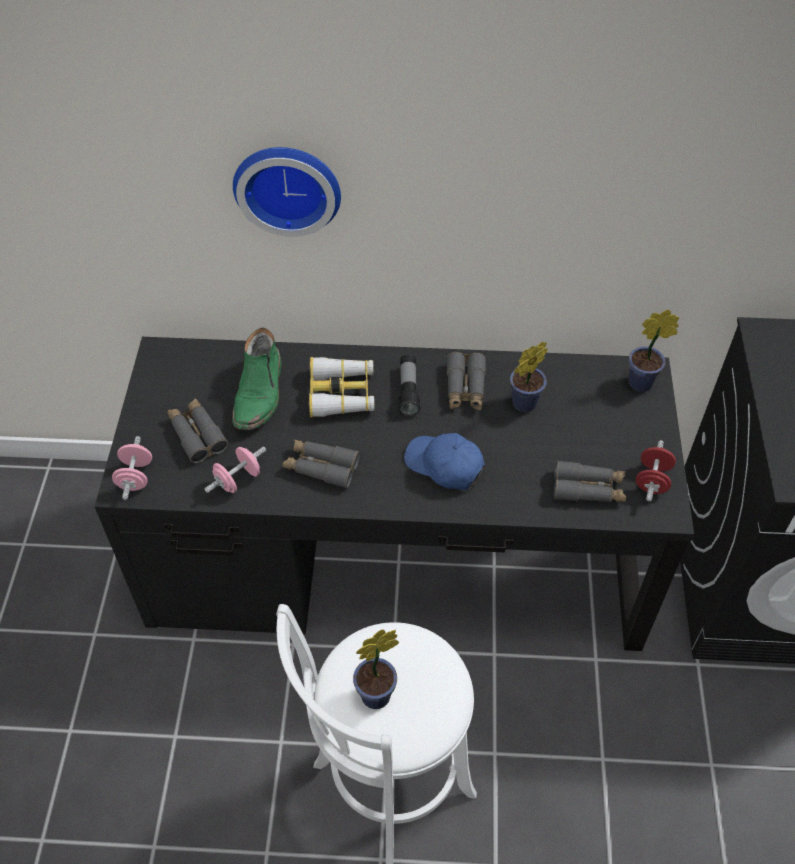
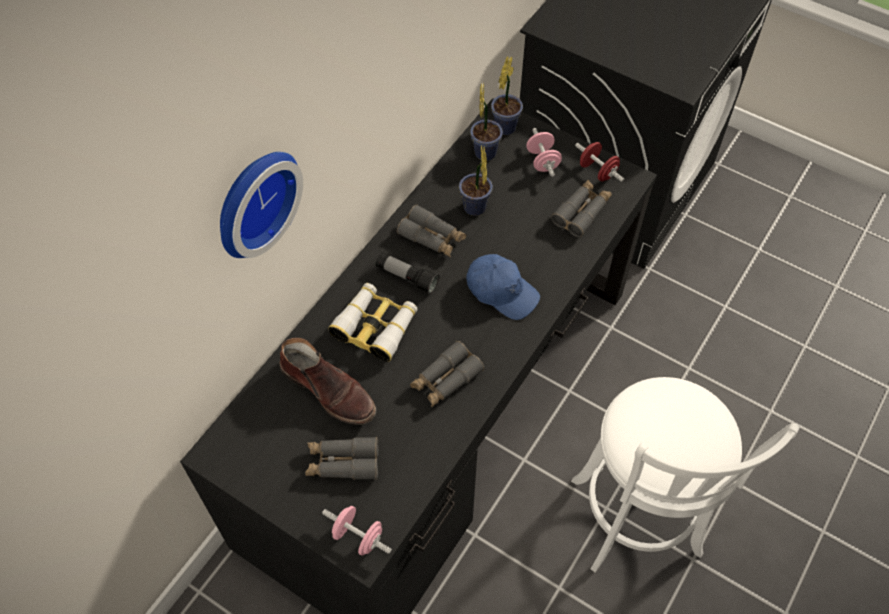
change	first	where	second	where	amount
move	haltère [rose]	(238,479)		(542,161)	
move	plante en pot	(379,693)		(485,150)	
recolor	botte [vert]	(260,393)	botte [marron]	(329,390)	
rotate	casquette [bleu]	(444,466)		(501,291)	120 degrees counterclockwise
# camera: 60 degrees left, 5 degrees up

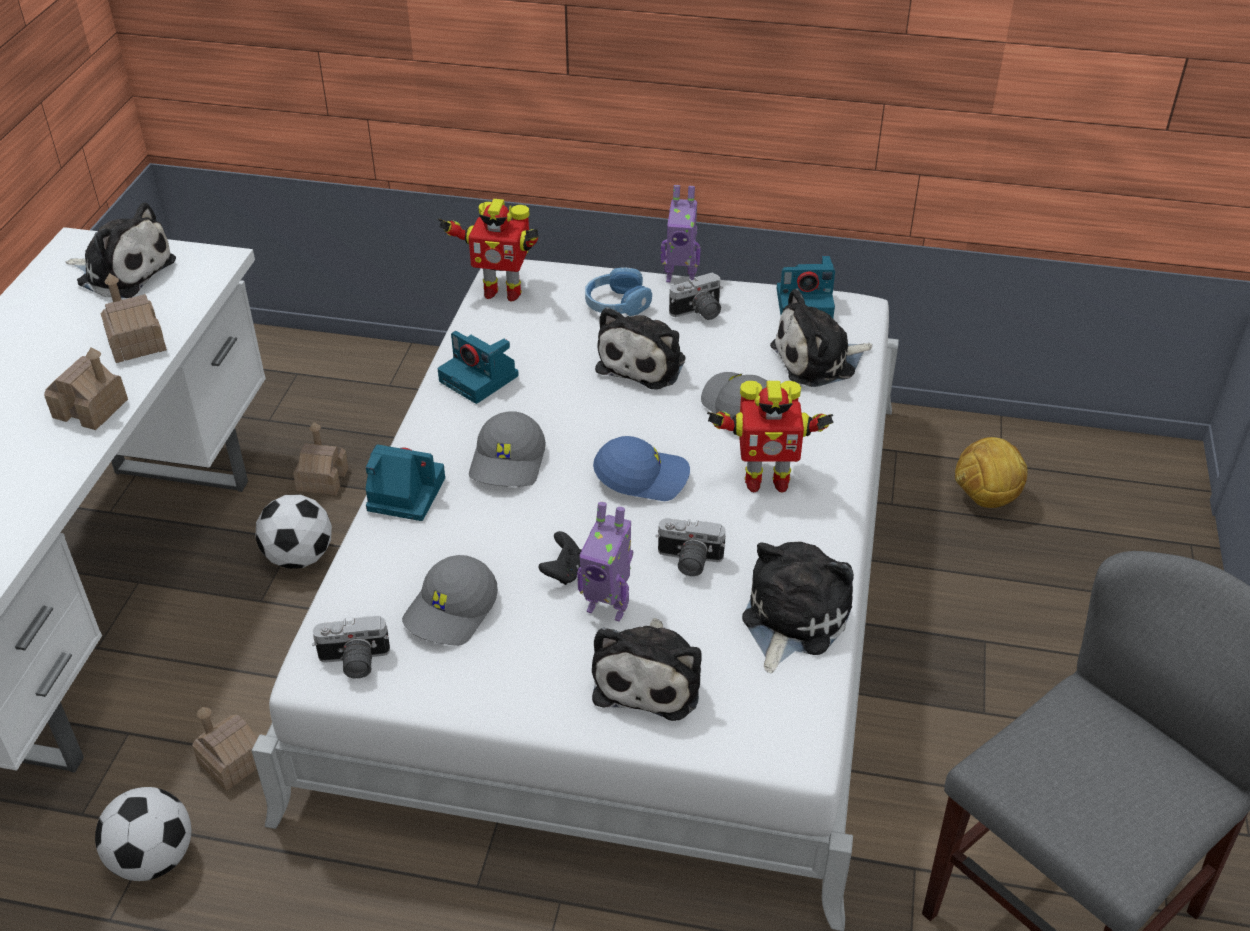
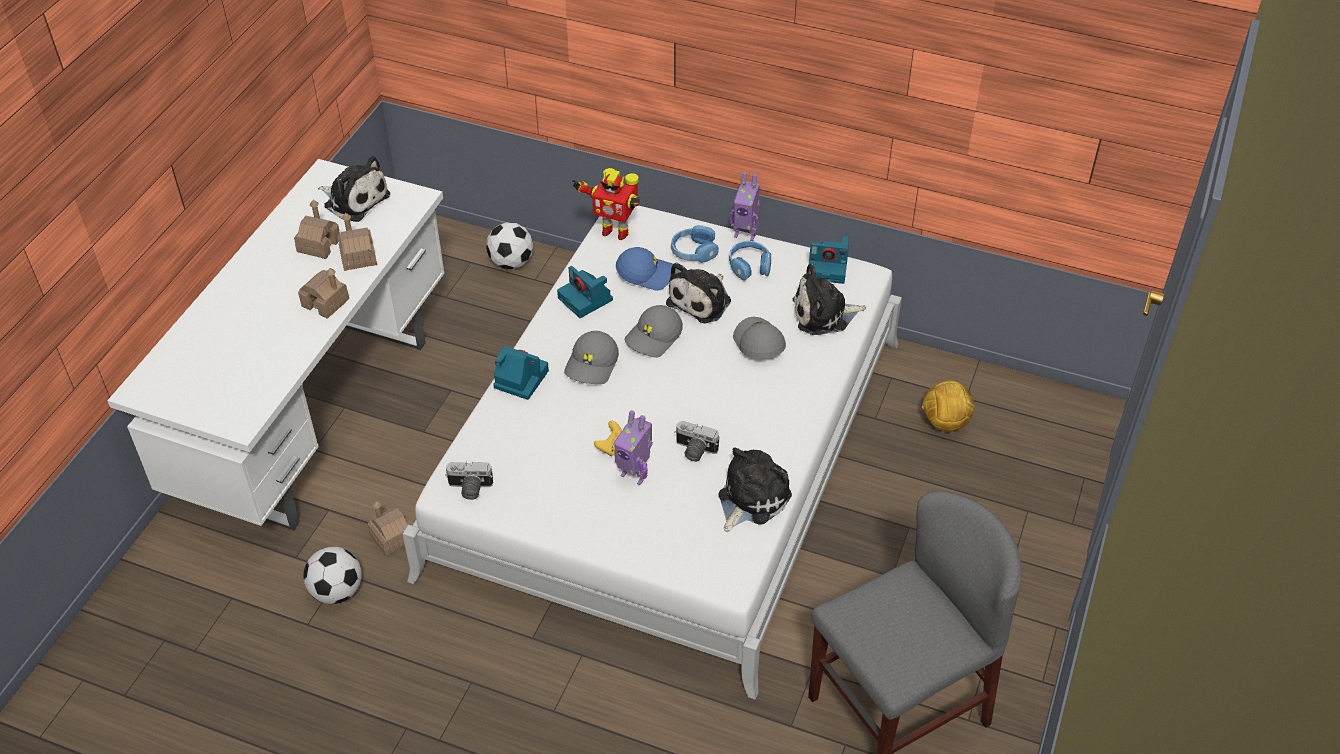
change	first	where	second	where	amount
delete	peluche	(650,677)			
delete	robot jouet	(765,480)			
move	ballon de foot	(299,557)		(511,262)	
move	maison miniature	(322,479)		(319,245)	
move	casquette [gris]	(452,611)		(654,338)	
move	casquette [bleu]	(642,476)		(646,273)	
replace	appareil photo	(698,313)	casque audio [bleu]	(749,266)	
recolor	manette [noir]	(563,572)	manette [jaune]	(611,447)	
# camera: 10 degrees right, 5 degrees up

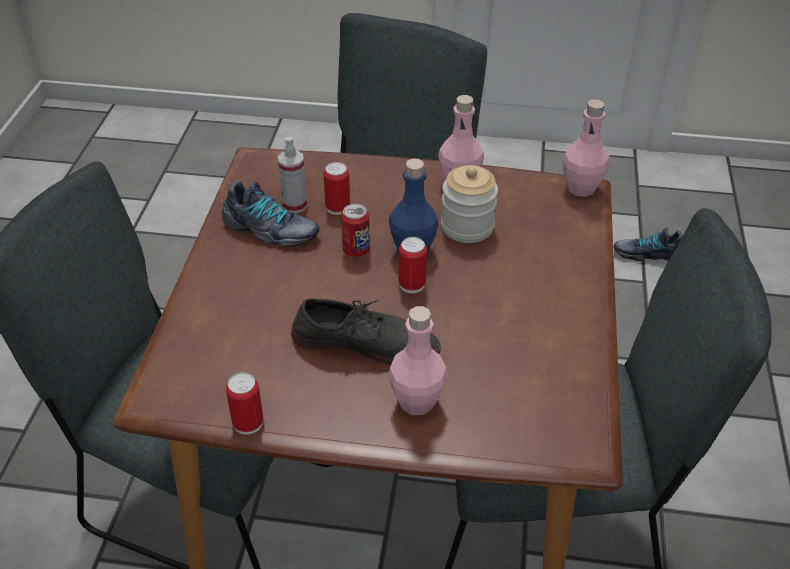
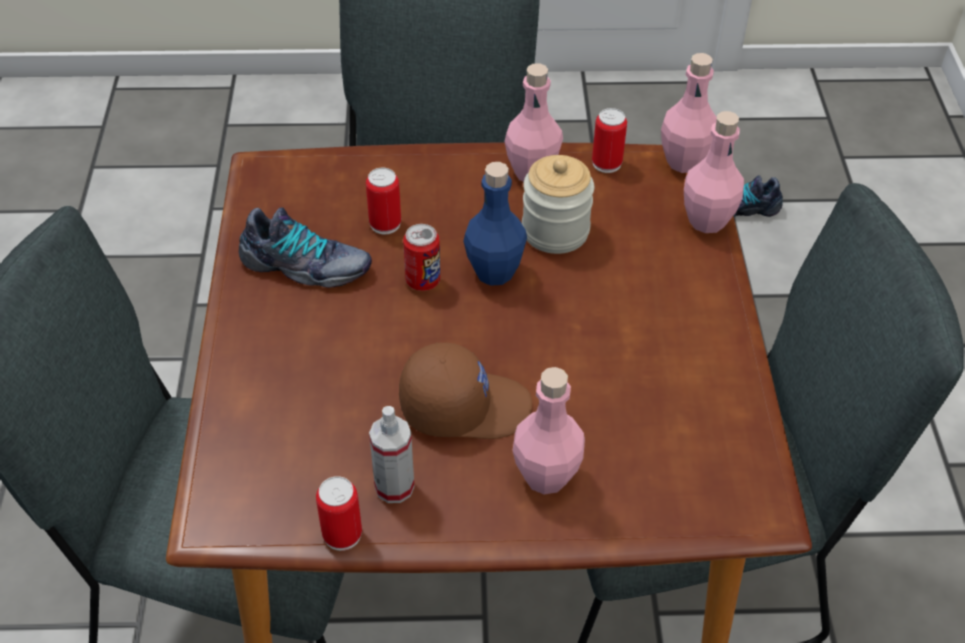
change	first	where	second	where	amount
insert			bouteille [rose]	(707,220)	
move	vaporisateur	(294,205)		(394,487)	
move	boîte métallique	(412,284)		(606,163)	
replace	chaussure [gris]	(365,342)	casquette [marron]	(464,405)	
# camera: 10 degrees left, 5 degrees up

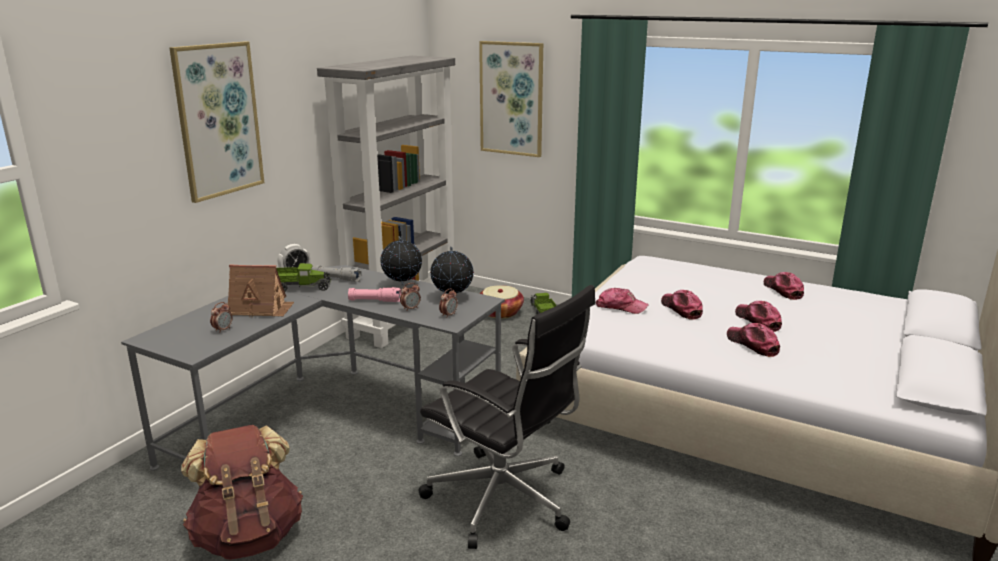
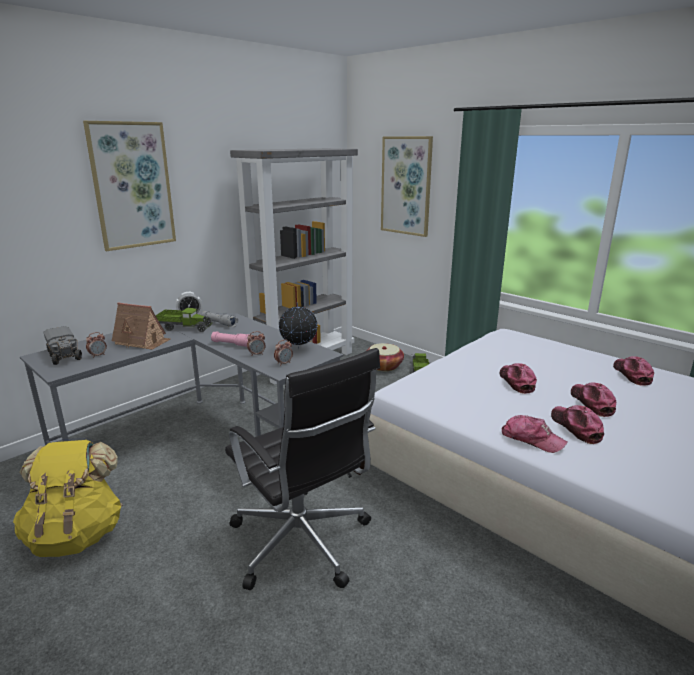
change	first	where	second	where	amount
delete	globe	(402,285)			
insert			camion jouet	(64,355)	
move	casquette	(621,307)		(532,439)	
recolor	sac à dos [marron]	(248,535)	sac à dos [jaune]	(76,535)	
# camera: 15 degrees right, 0 degrees up

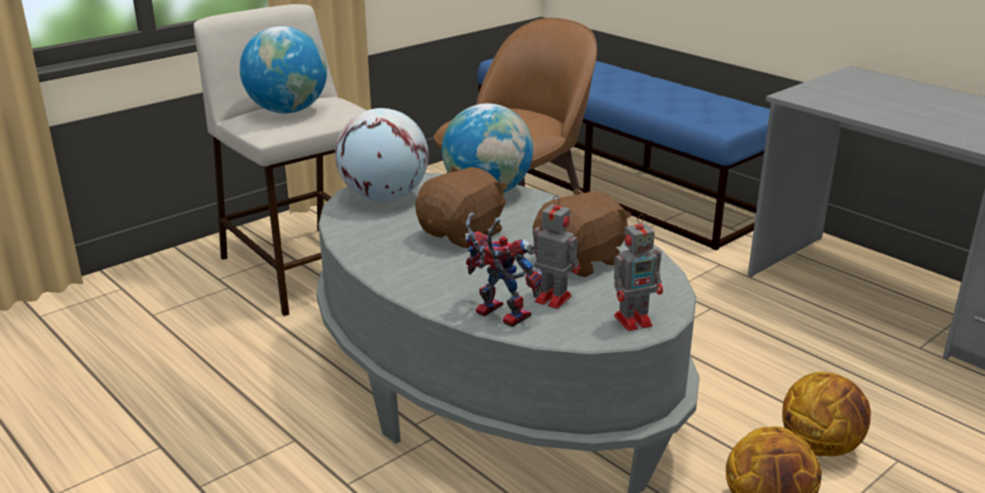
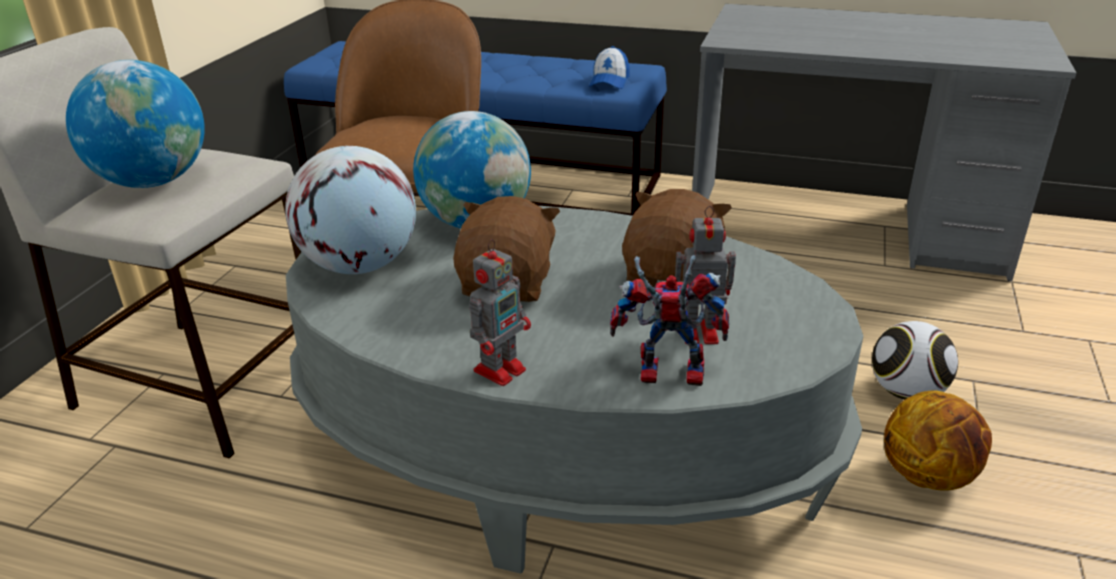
change	first	where	second	where	amount
insert			casquette	(609,81)	
move	robot jouet	(634,320)		(501,369)	
replace	ballon de basket	(821,446)	ballon de foot	(907,392)	
# camera: 30 degrees left, 5 degrees up

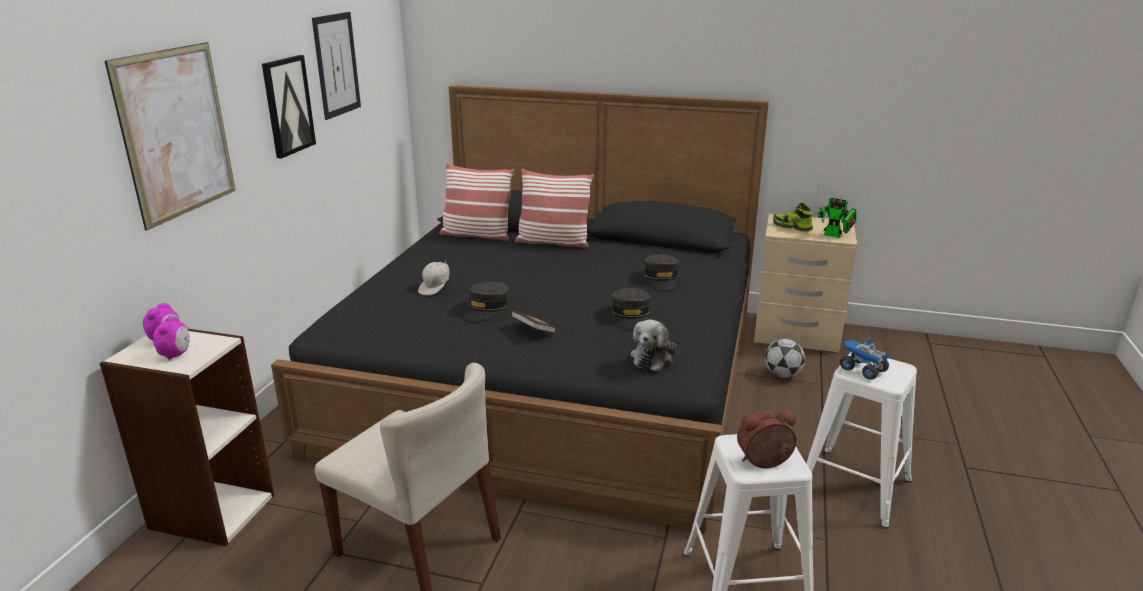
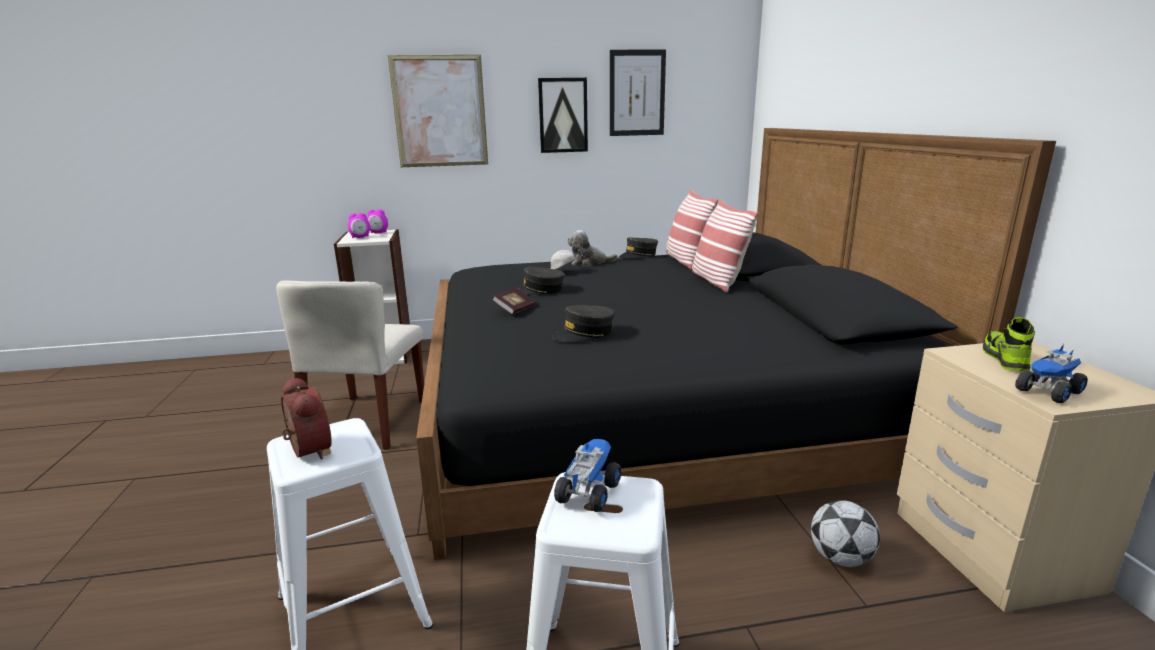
change	first	where	second	where	amount
move	peluche	(653,357)		(589,262)	
move	casquette [gris]	(661,279)		(638,255)	
replace	robot jouet	(835,235)	camion jouet	(1048,392)	
# camera: 65 degrees right, 5 degrees down

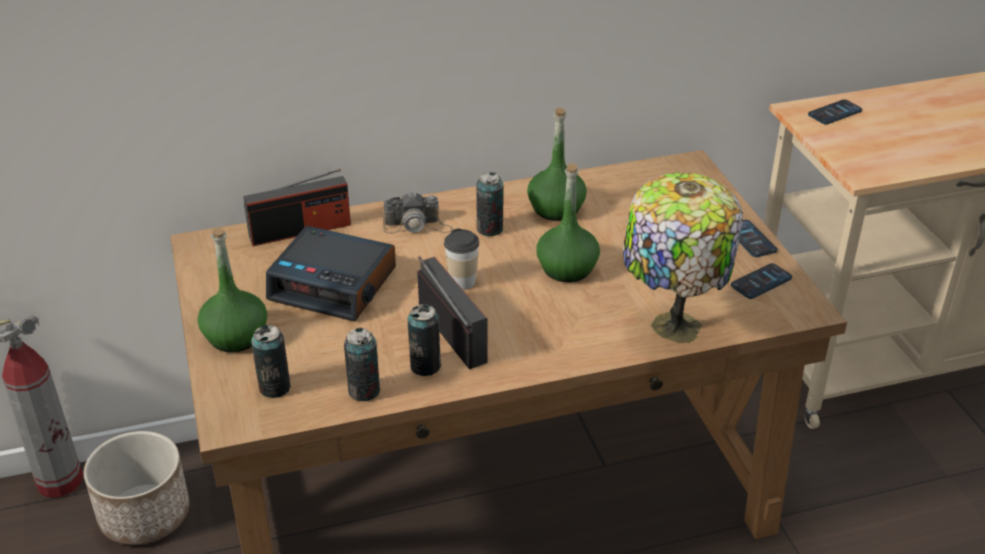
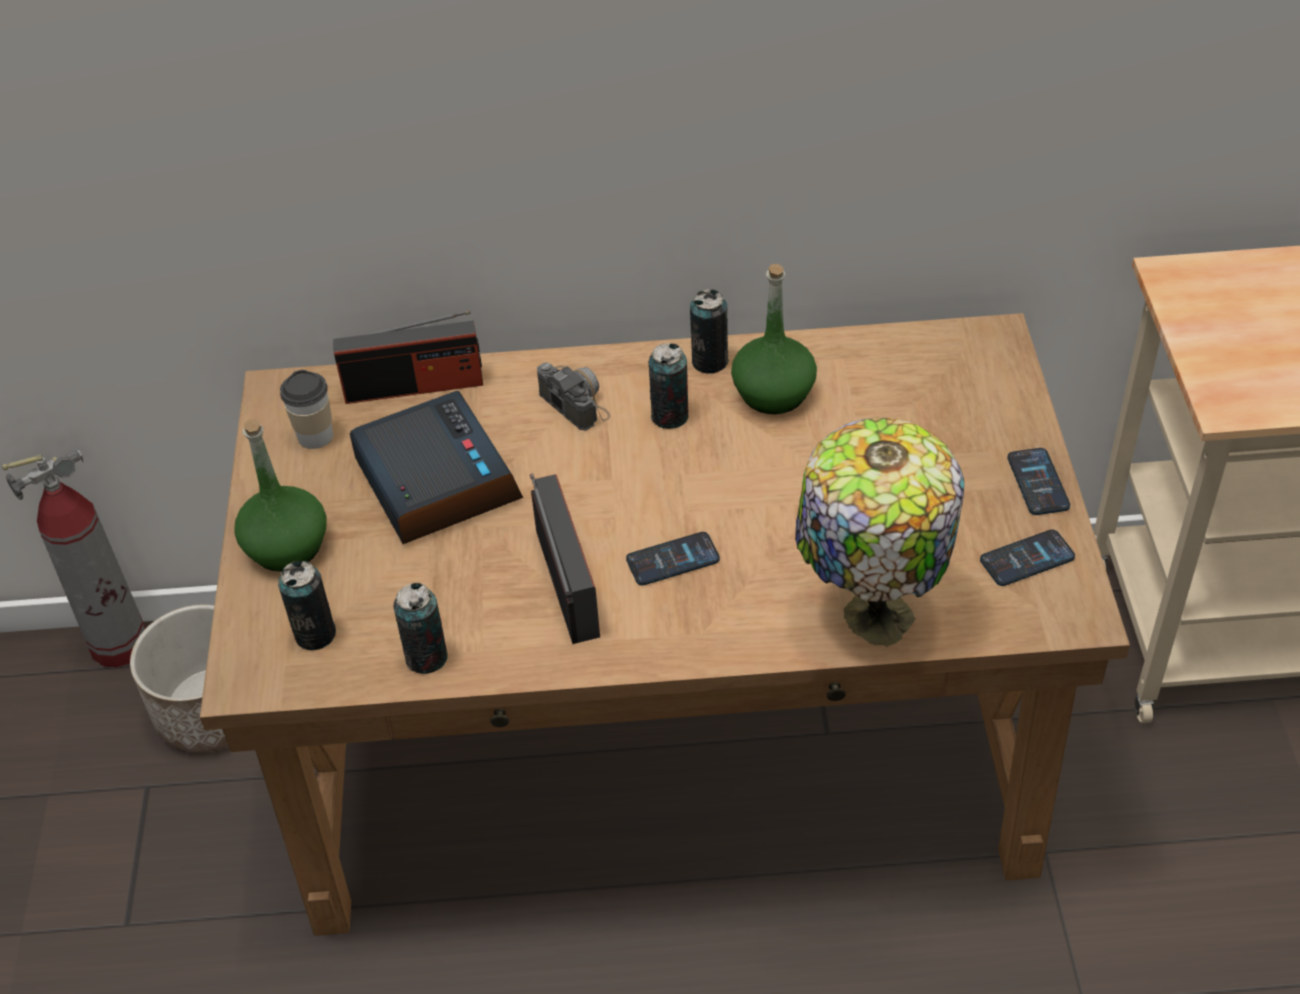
change	first	where	second	where	amount
delete	bouteille [vert]	(567,269)			
move	boîte métallique	(425,366)		(709,361)	
move	tasse	(462,282)		(315,436)	
move	téléphone	(834,113)		(673,560)	
rotate	réveil	(334,284)		(435,480)	150 degrees counterclockwise
rotate	appareil photo	(417,226)		(572,398)	135 degrees counterclockwise
# camera: 15 degrees right, 10 degrees up

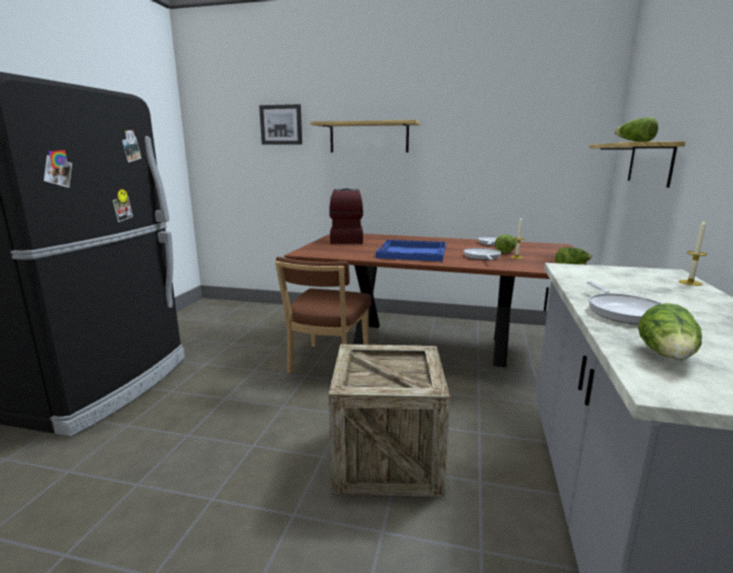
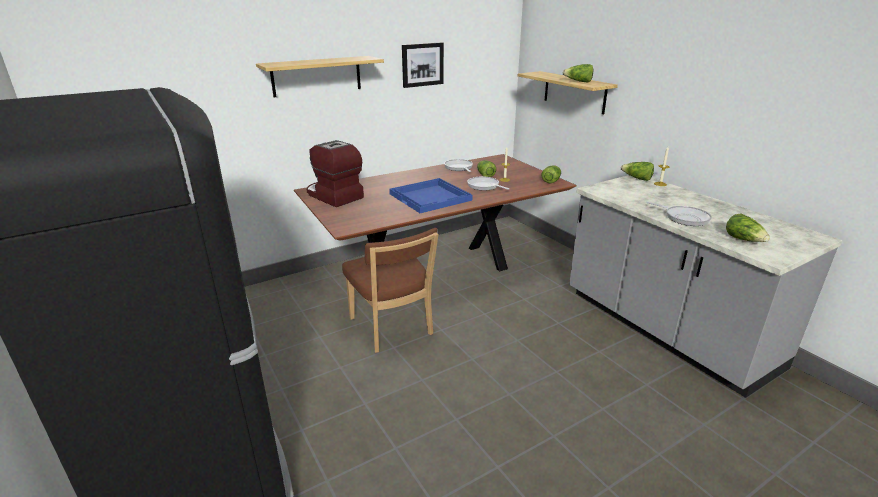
change	first	where	second	where	amount
delete	caisse	(387,458)			
insert			laitue	(637,178)	
move	tableau	(281,125)		(422,64)	
# camera: 45 degrees left, 10 degrees up

